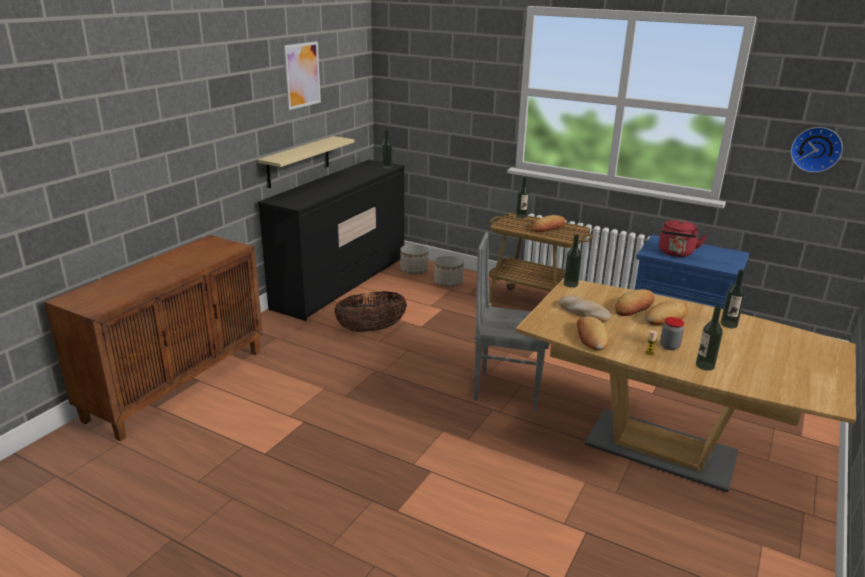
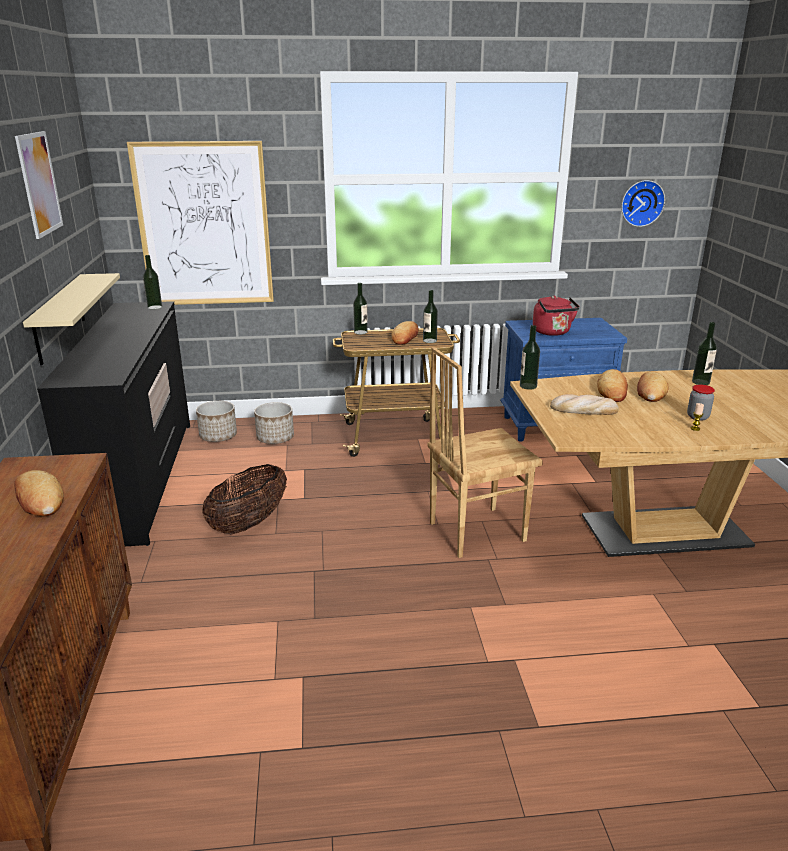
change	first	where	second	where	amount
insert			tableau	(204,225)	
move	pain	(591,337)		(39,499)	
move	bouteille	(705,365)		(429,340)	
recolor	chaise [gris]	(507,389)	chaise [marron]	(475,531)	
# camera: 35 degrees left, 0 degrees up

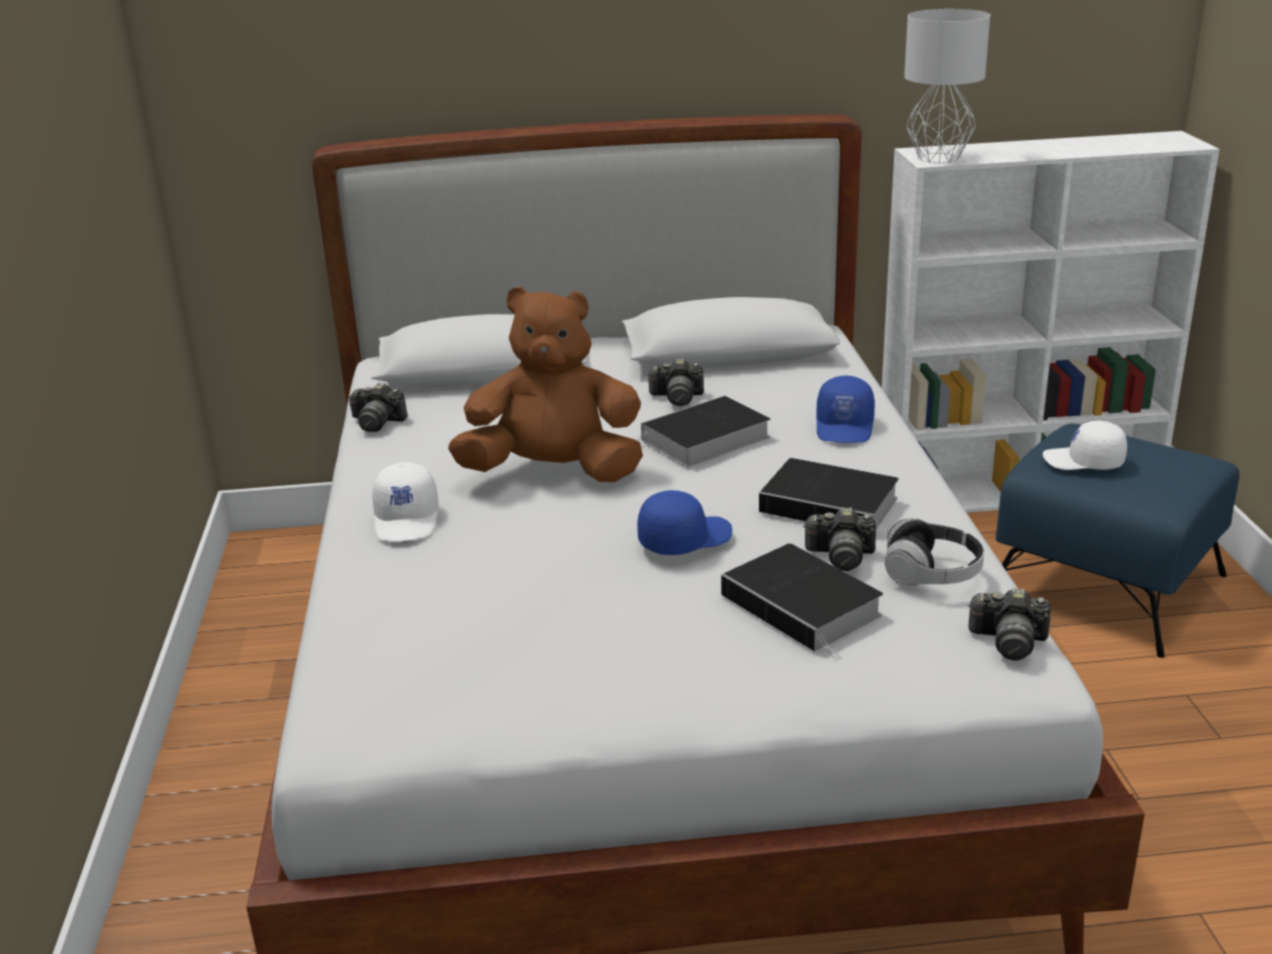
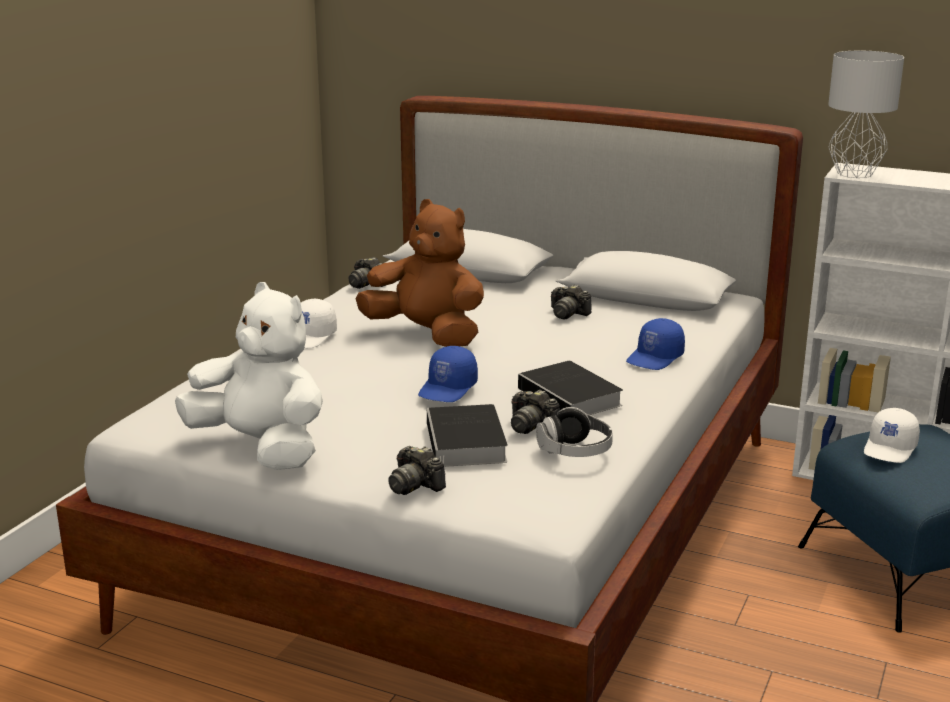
change	first	where	second	where	amount
delete	livre	(703,440)			
insert			peluche [blanc]	(261,448)	
move	appareil photo	(1008,642)		(415,485)	
rotate	casquette [bleu]	(684,539)		(448,389)	120 degrees clockwise
rotate	casquette [blanc]	(1083,462)		(890,449)	105 degrees counterclockwise
# camera: 30 degrees right, 5 degrees down

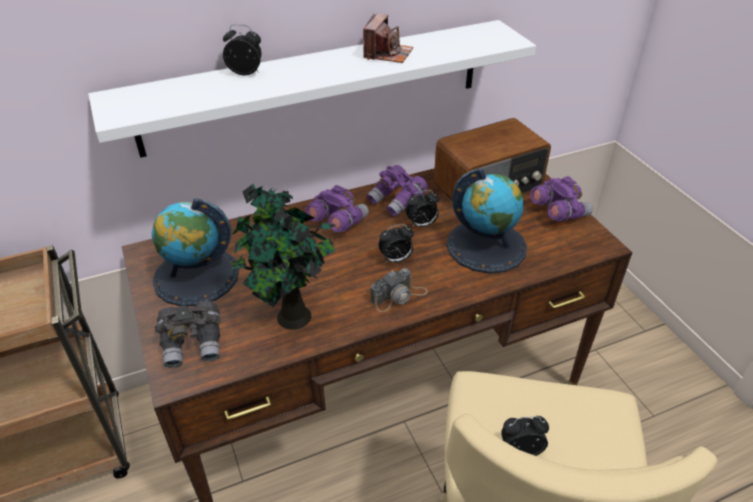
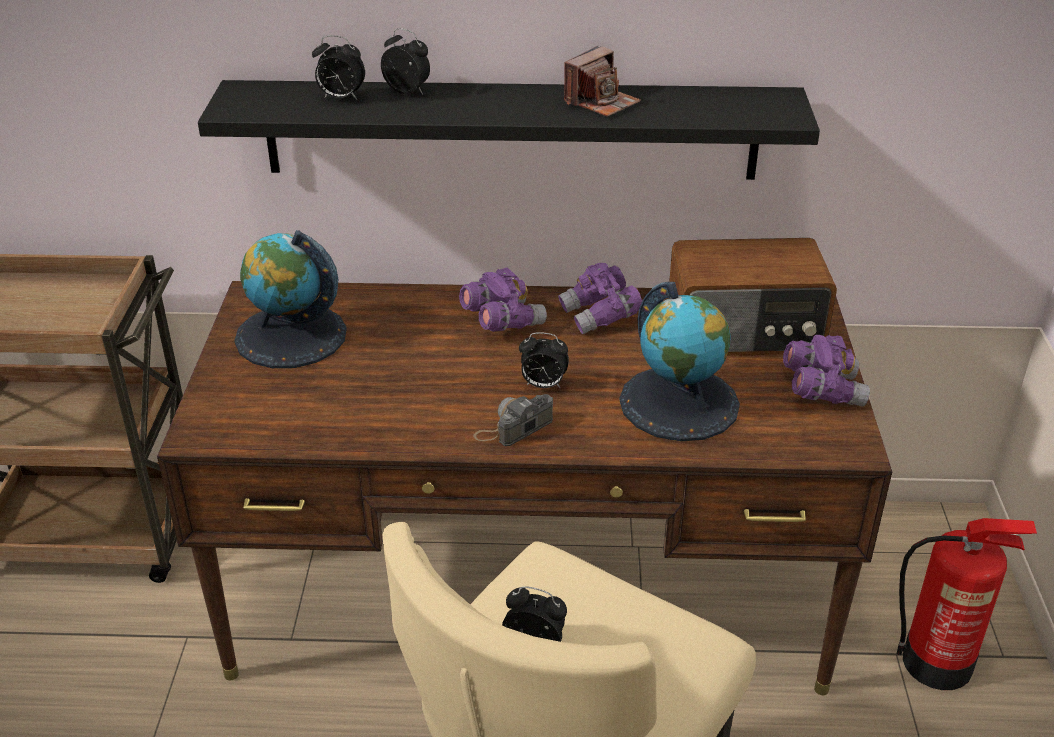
change	first	where	second	where	amount
delete	jumelles [gris]	(193,344)			
delete	plante en pot	(291,318)			
insert			extincteur	(939,663)	
move	réveil	(421,225)		(340,98)	
recolor	étagère [blanc]	(316,86)	étagère [noir]	(511,130)	
rotate	appareil photo	(399,296)		(514,427)	150 degrees clockwise
# camera: 25 degrees right, 5 degrees down

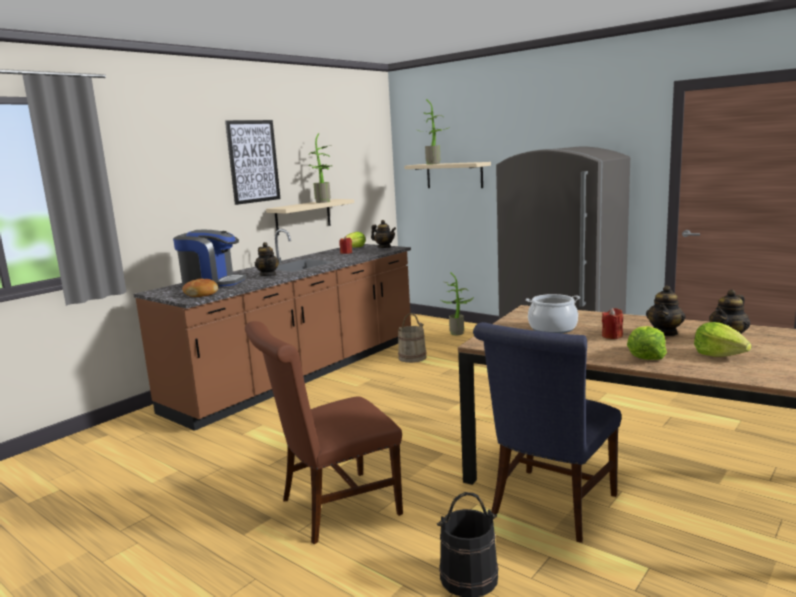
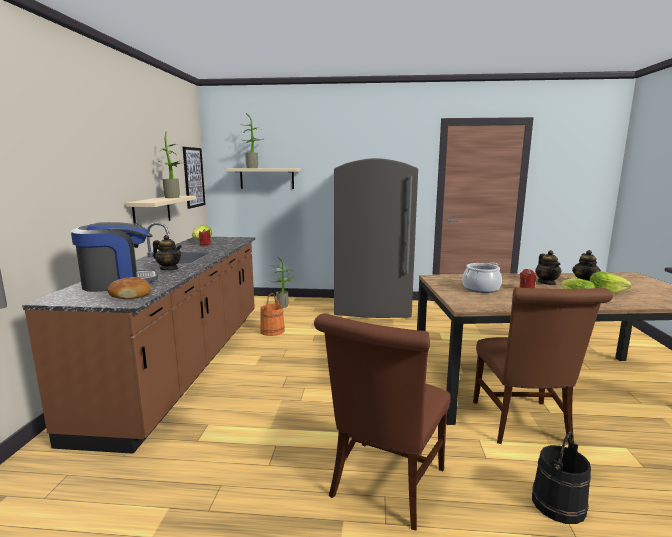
change	first	where	second	where	amount
delete	théière	(384,247)			
move	tableau	(253,161)		(193,177)	
recolor	seau [beige]	(412,357)	seau [orange]	(272,331)	
recolor	chaise [bleu]	(550,507)	chaise [marron]	(523,425)	
# camera: 35 degrees left, 0 degrees up

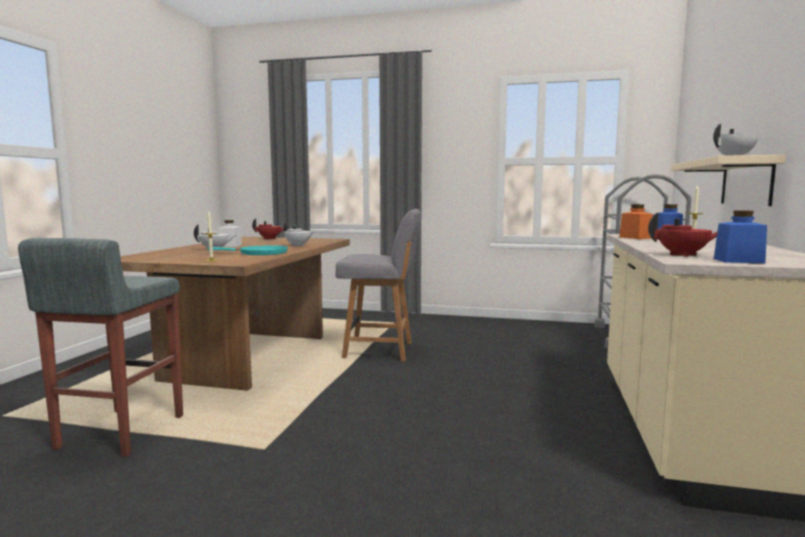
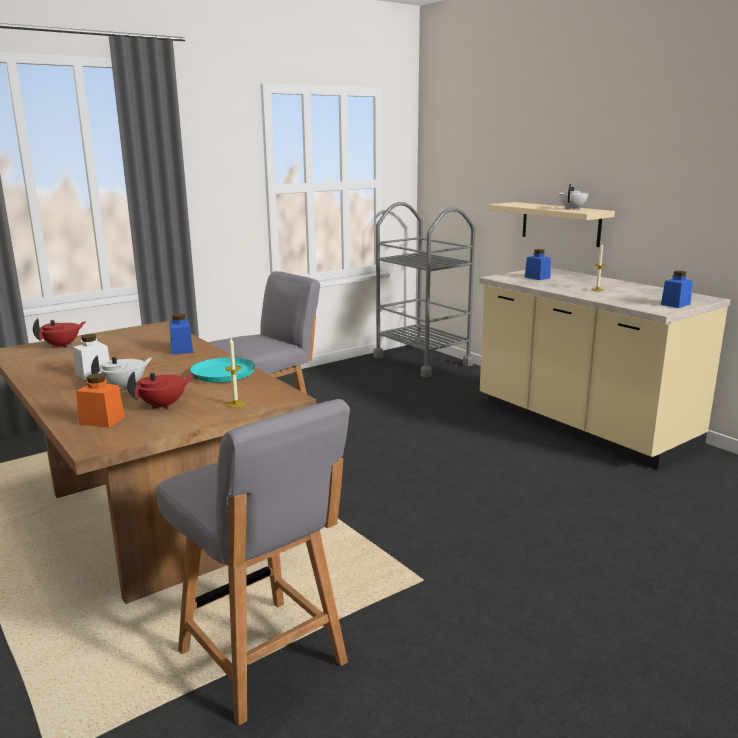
change	first	where	second	where	amount
move	bocal [orange]	(635,237)		(102,420)	
move	théière [rouge]	(683,255)		(164,405)	
replace	tabouret [gris]	(119,432)	chaise [gris]	(264,659)	
replace	théière [blanc]	(298,245)	bocal [bleu]	(181,349)	
# camera: 50 degrees left, 10 degrees up

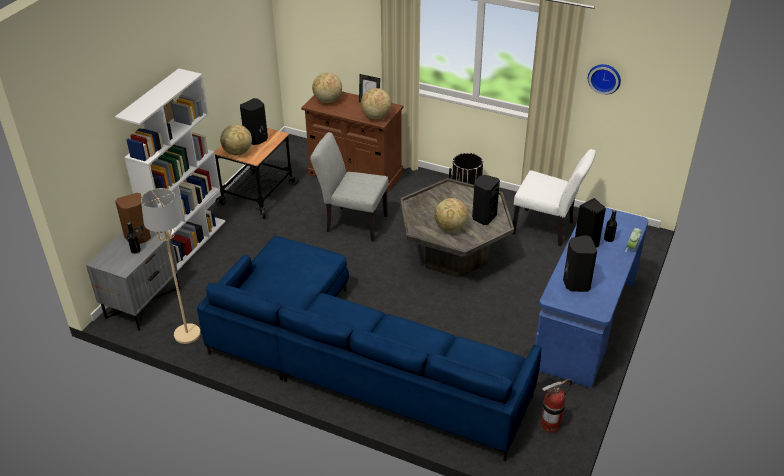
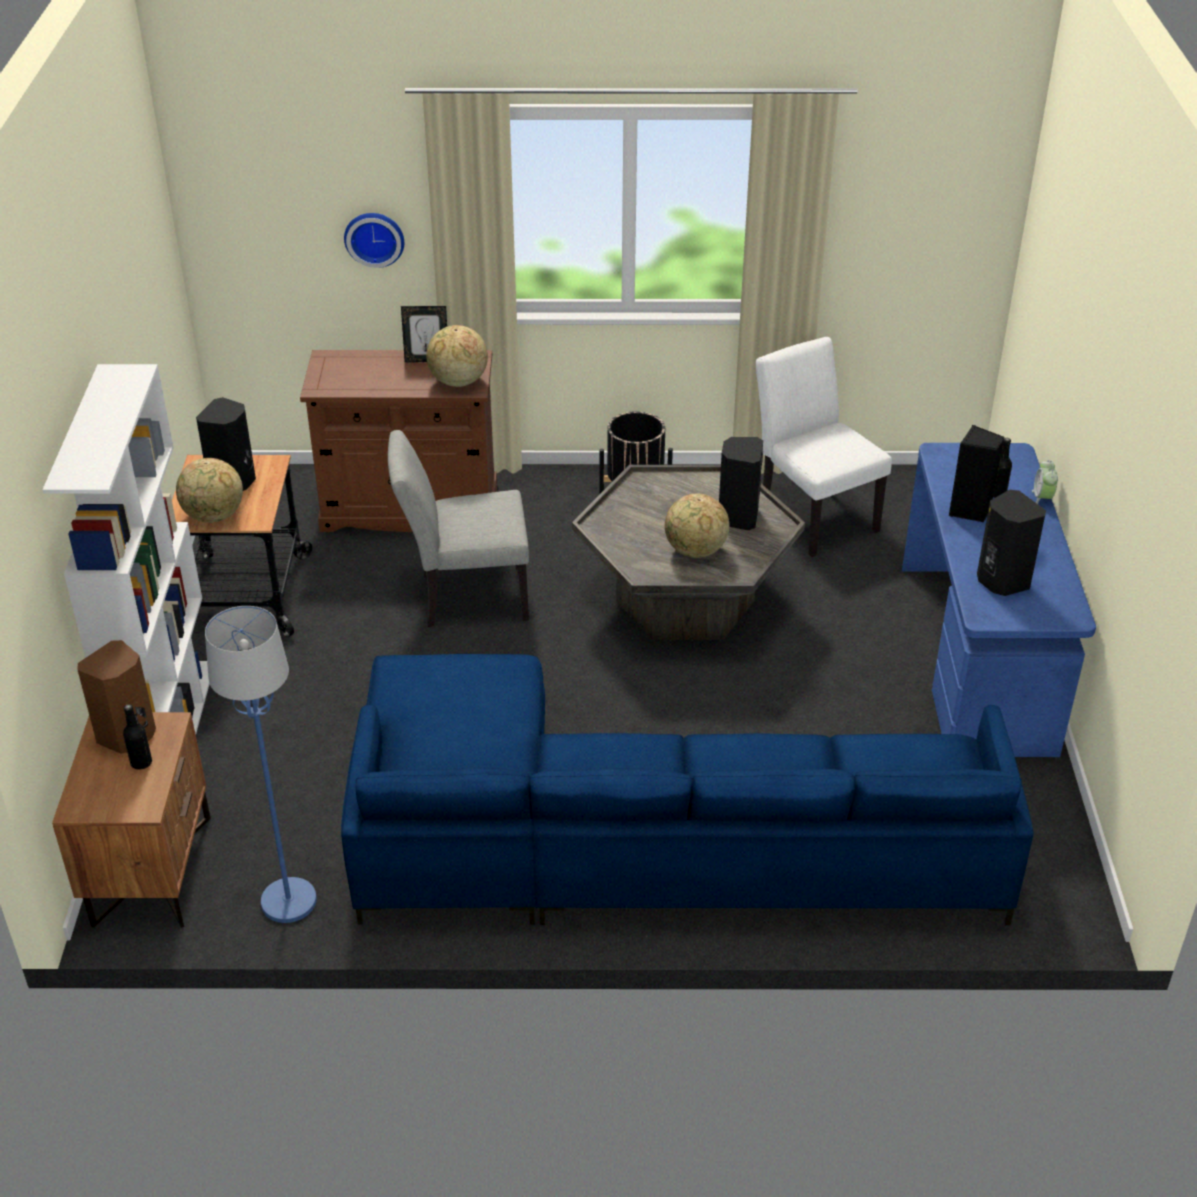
change	first	where	second	where	amount
delete	globe	(327,100)			
delete	extincteur	(550,425)			
move	horloge murale	(604,78)		(374,237)	
recolor	table de chevet [gris]	(142,302)	table de chevet [marron]	(150,870)	
recolor	lampadaire [beige]	(187,334)	lampadaire [bleu]	(288,902)	
rotate	chaise [blanc]	(548,229)		(812,514)	120 degrees counterclockwise
# camera: 25 degrees left, 0 degrees up

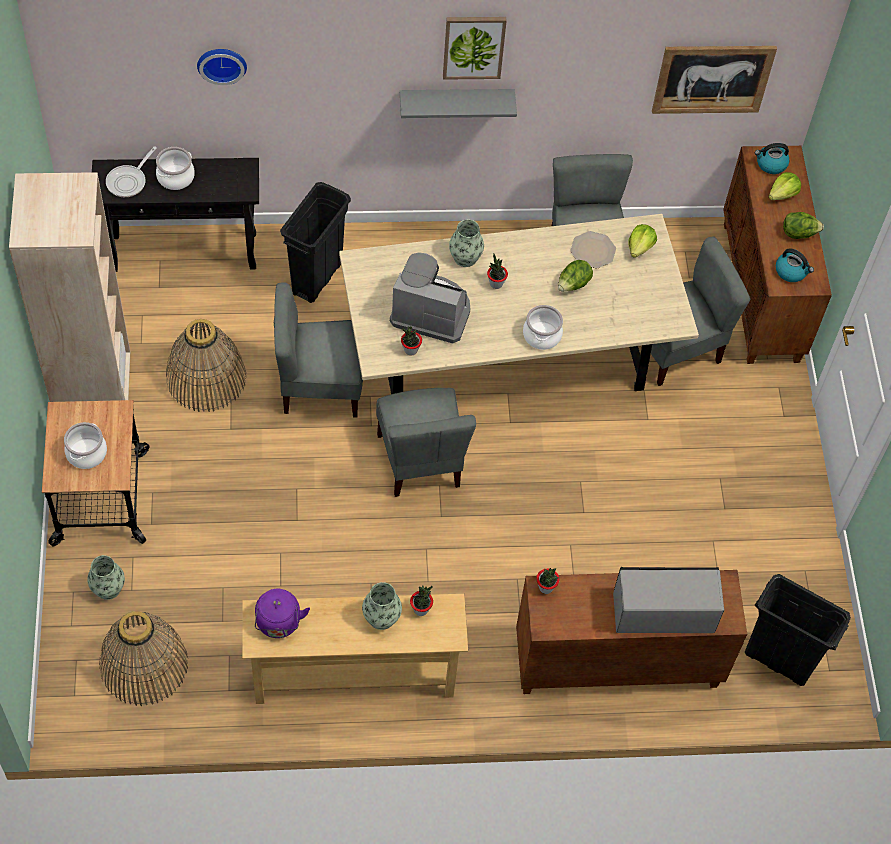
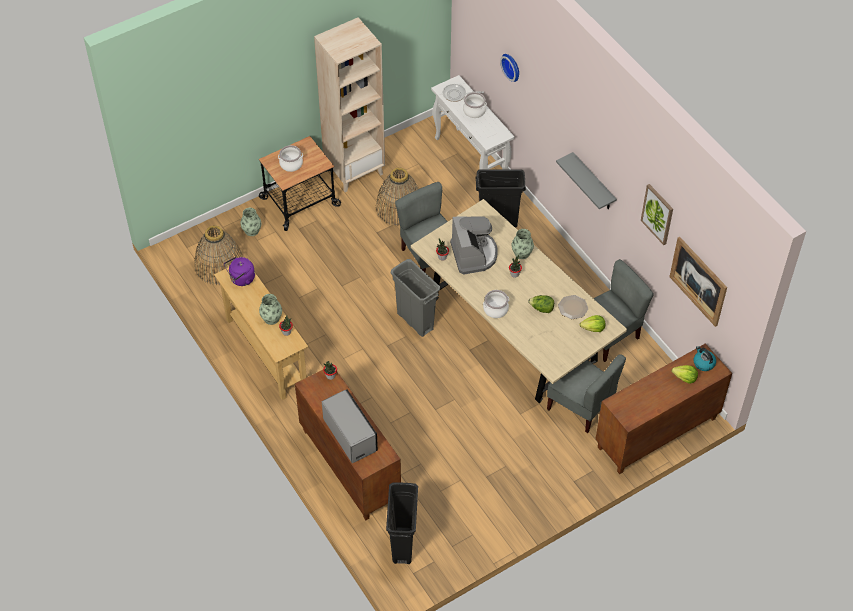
change	first	where	second	where	amount
delete	bouilloire	(791,271)			
delete	laitue	(799,233)			
move	tableau	(473,46)		(657,214)	
replace	chaise [gris]	(420,461)	poubelle [gris]	(415,321)	
recolor	table console [noir]	(185,252)	table console [blanc]	(471,161)	
# camera: 65 degrees right, 5 degrees down

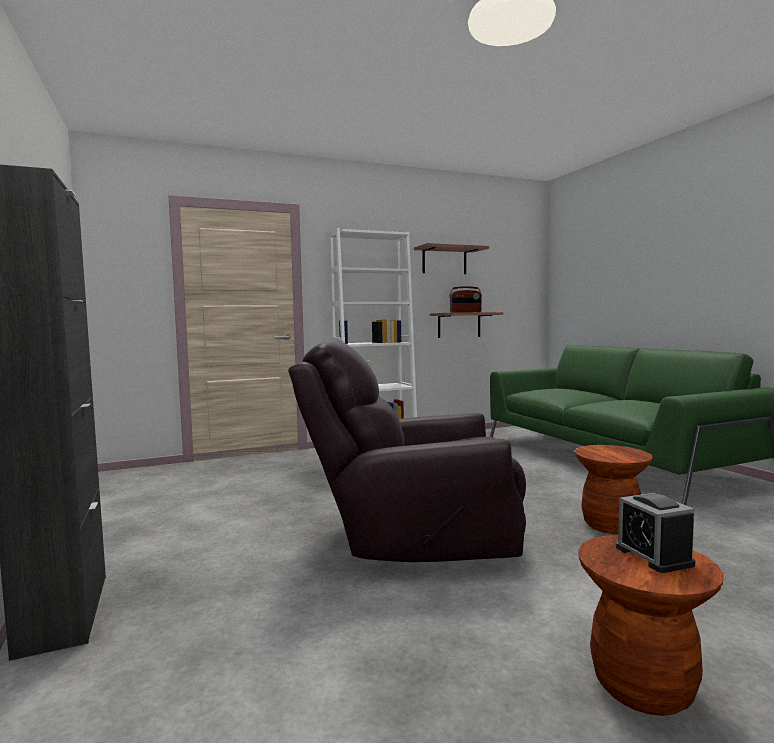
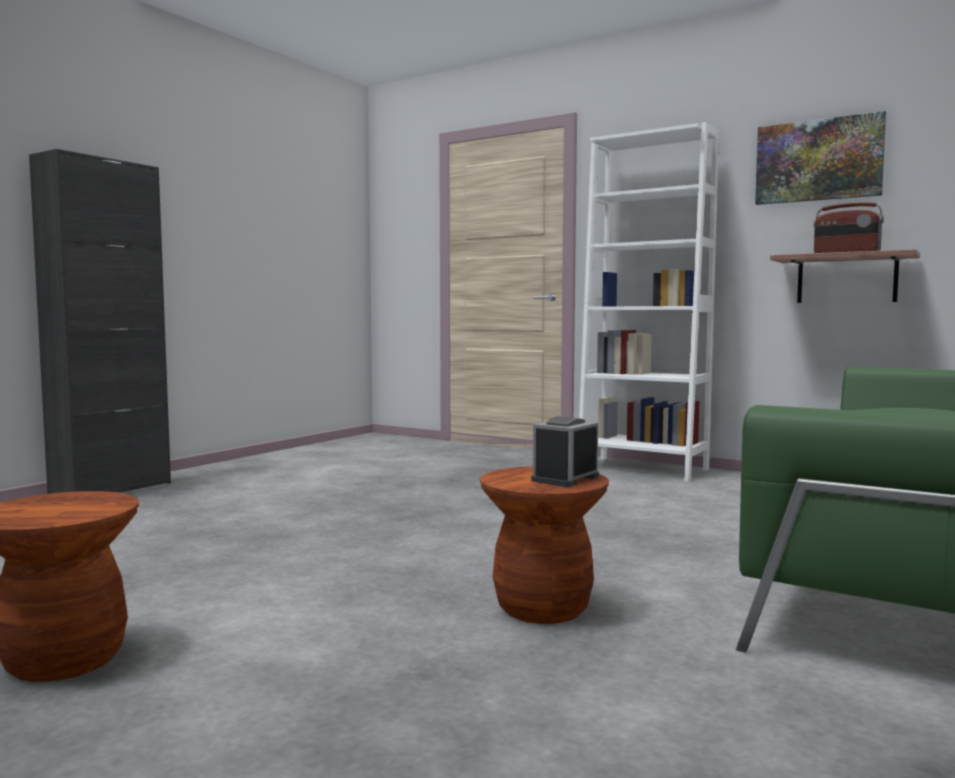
change	first	where	second	where	amount
delete	fauteuil [marron]	(411,538)			
move	réveil	(653,556)		(565,478)	
replace	étagère	(444,261)	tableau	(818,160)	
# camera: 55 degrees right, 0 degrees up

